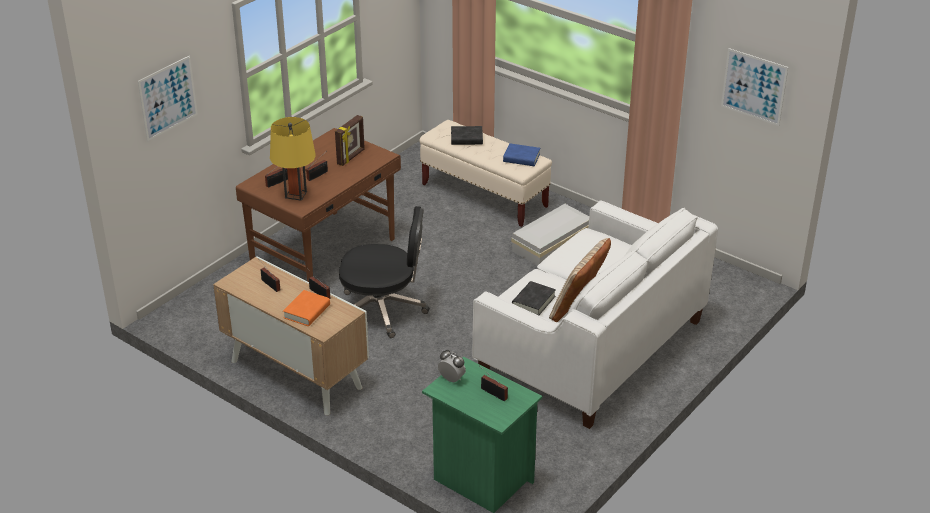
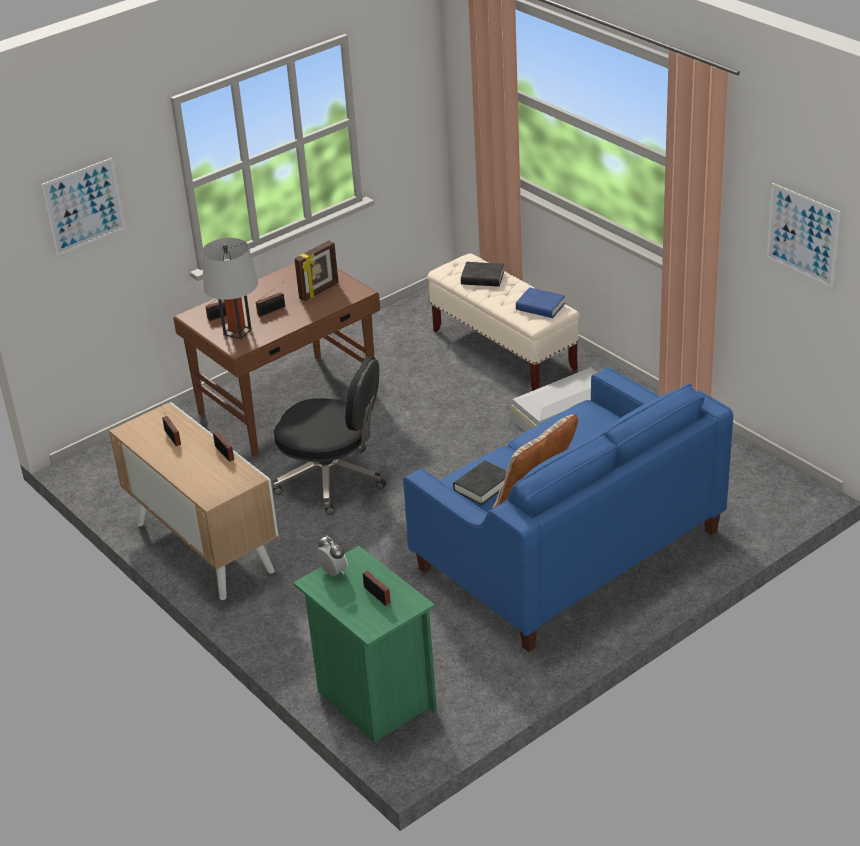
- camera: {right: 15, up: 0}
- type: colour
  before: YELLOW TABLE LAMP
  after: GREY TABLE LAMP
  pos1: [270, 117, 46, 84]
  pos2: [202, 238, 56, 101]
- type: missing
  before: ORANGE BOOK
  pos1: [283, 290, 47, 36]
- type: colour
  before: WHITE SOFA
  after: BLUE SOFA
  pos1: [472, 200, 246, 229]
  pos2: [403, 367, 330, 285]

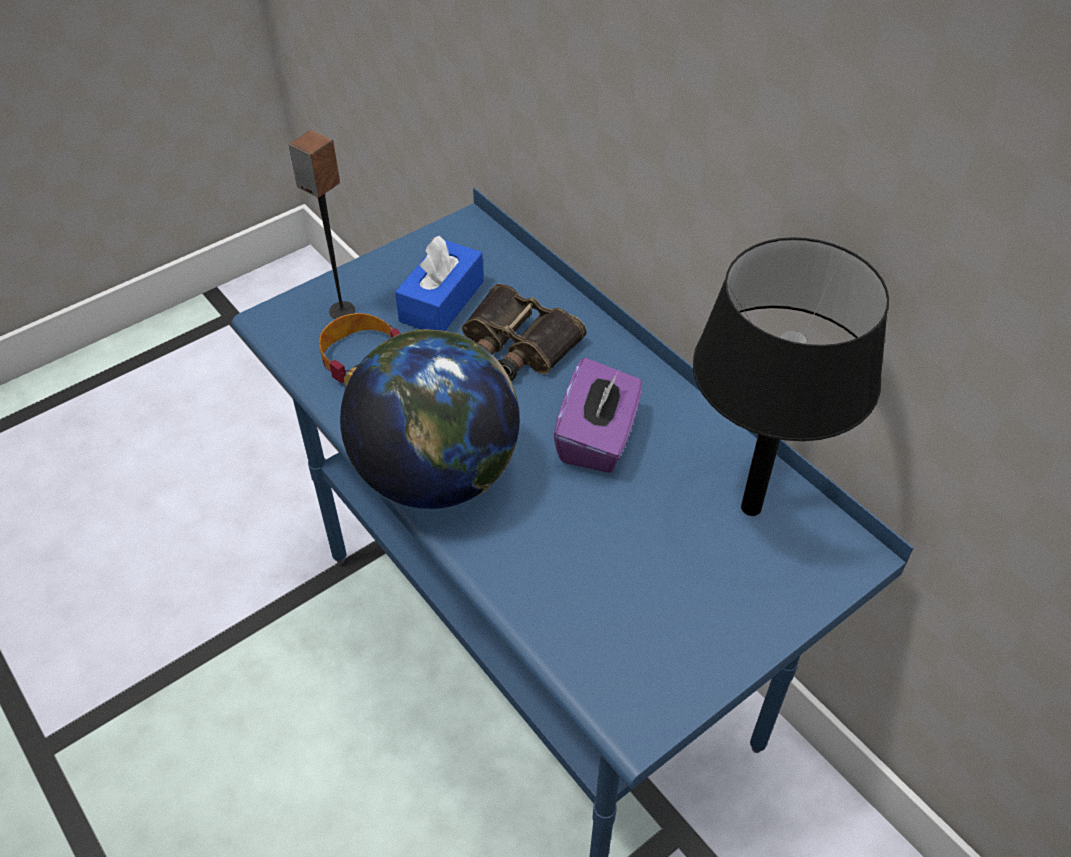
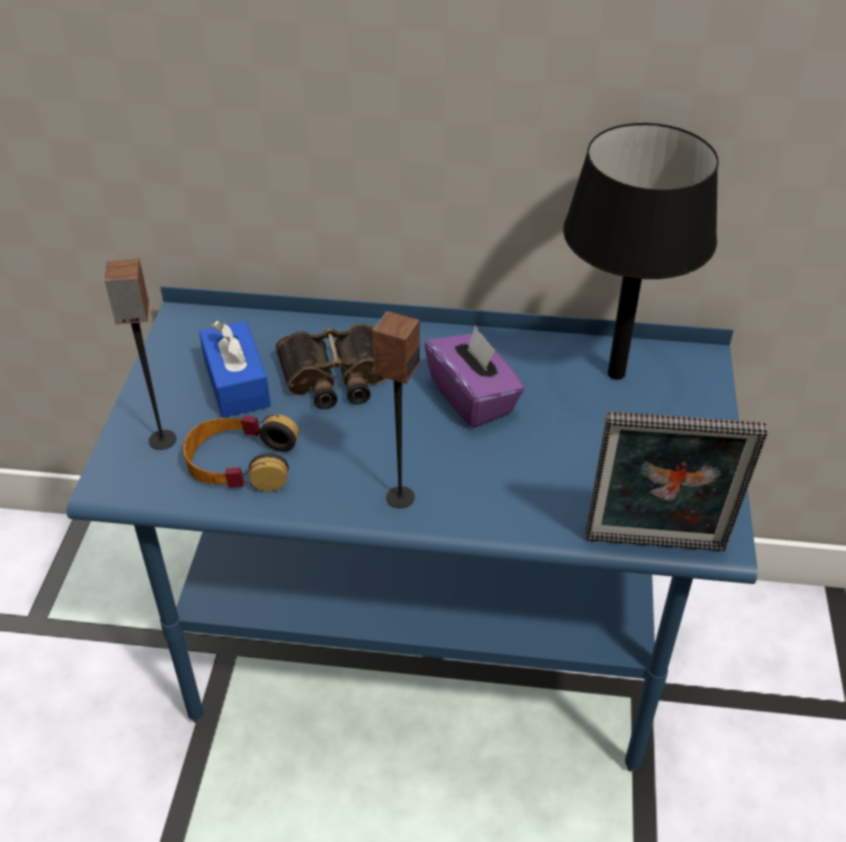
- camera: {right: -45, up: -5}
- type: exchanged
  before: GLOBE
  after: SPEAKER
  pos1: [340, 329, 180, 180]
  pos2: [372, 311, 48, 197]
- type: appeared
  after: PICTURE FRAME
  pos2: [585, 412, 183, 139]

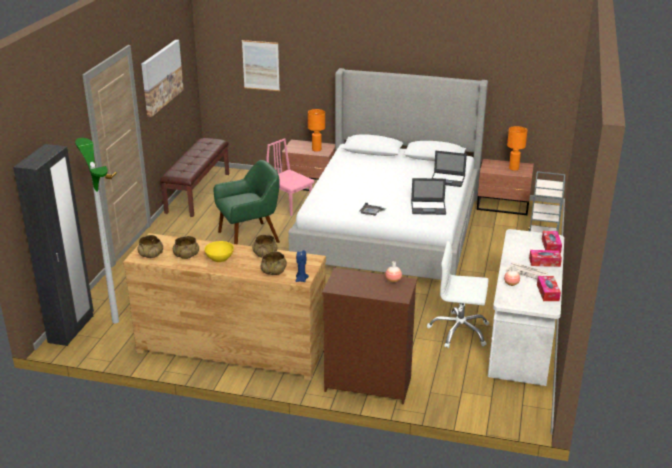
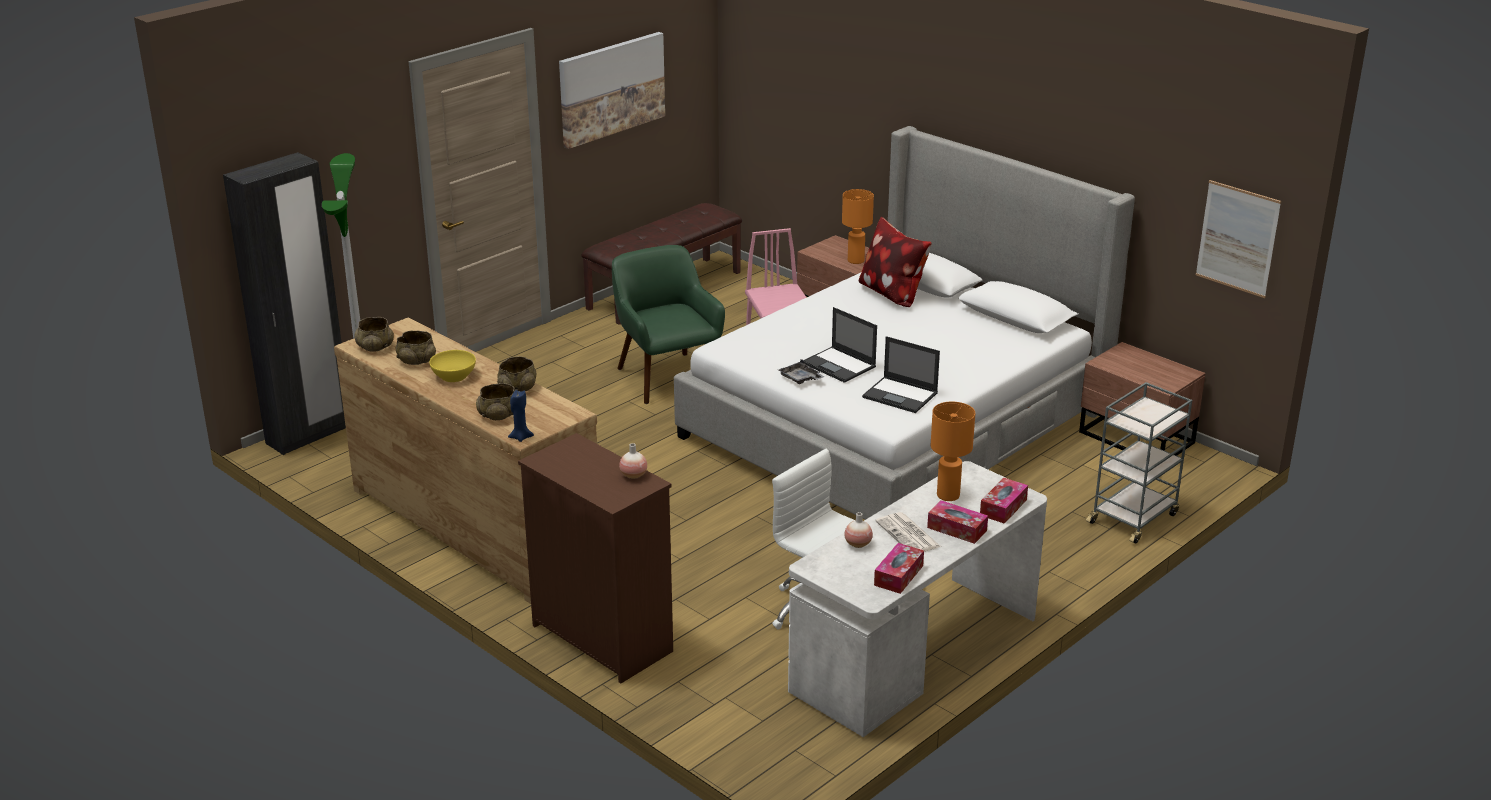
- camera: {right: 30, up: 0}
- type: spun
  before: GREEN ARMCHAIR
  pos1: [213, 160, 67, 85]
  pos2: [612, 245, 113, 159]
  turn: -120
- type: relocated
  before: PICTURE
  pos1: [242, 40, 38, 51]
  pos2: [1196, 180, 85, 118]
- type: relocated
  before: LAPTOP
  pos1: [432, 150, 35, 37]
  pos2: [804, 307, 73, 76]
- type: relocated
  before: ORANGE TABLE LAMP
  pos1: [507, 126, 21, 45]
  pos2: [931, 401, 44, 100]
- type: appeared
  after: PILLOW
  pos2: [859, 217, 72, 90]

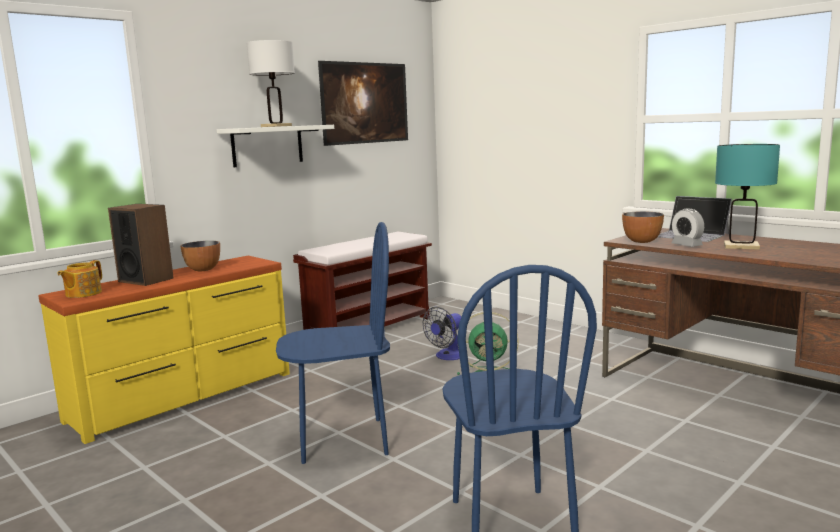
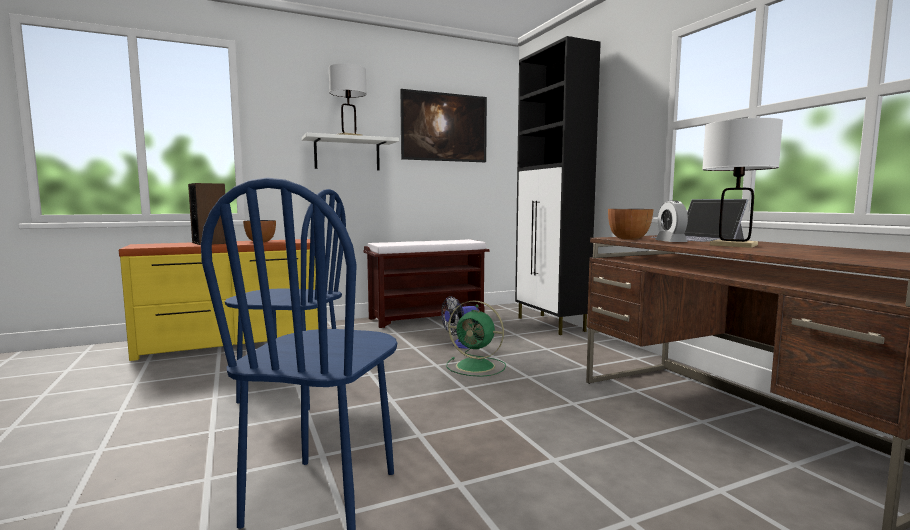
- camera: {right: 20, up: -5}
- type: missing
  before: TEAPOT
  pos1: [58, 260, 44, 38]
- type: colour
  before: TURQUOISE TABLE LAMP
  after: WHITE TABLE LAMP
  pos1: [715, 144, 65, 106]
  pos2: [702, 118, 81, 130]
- type: appeared
  after: BLACK CABINET
  pos2: [515, 36, 86, 299]

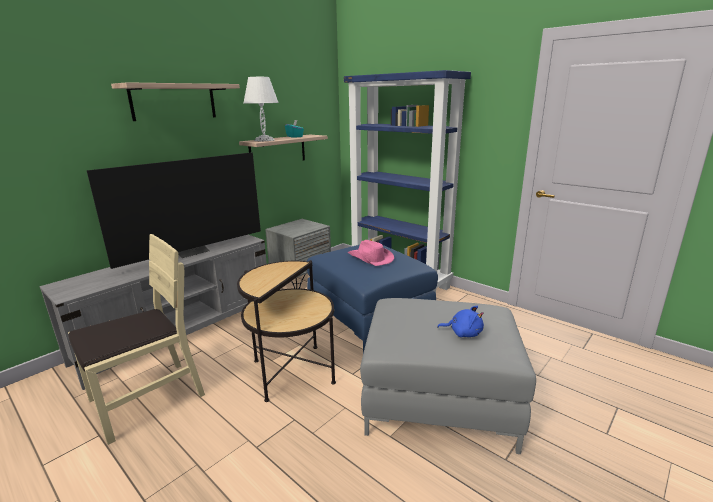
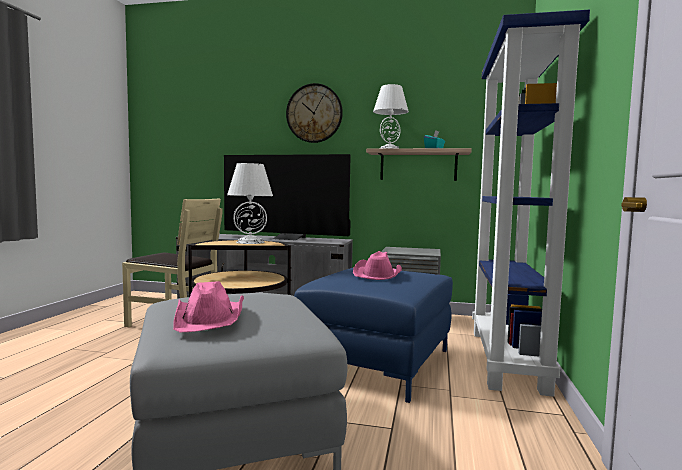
- camera: {right: 60, up: -15}
- type: exchanged
  before: SHELF
  after: WALL CLOCK
  pos1: [111, 82, 129, 39]
  pos2: [286, 83, 57, 60]
- type: exchanged
  before: BLUE PLUSH TOY
  after: PINK HAT
  pos1: [437, 306, 47, 31]
  pos2: [173, 281, 71, 51]
- type: appeared
  after: WHITE TABLE LAMP
  pos2: [227, 163, 46, 81]

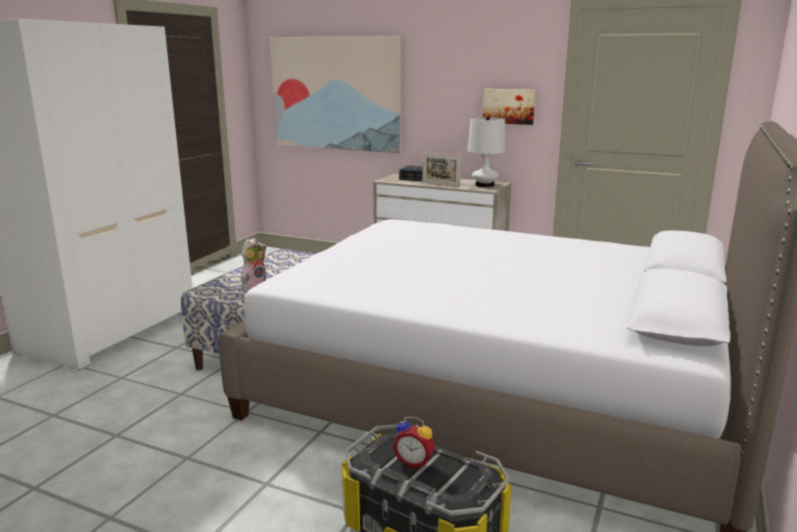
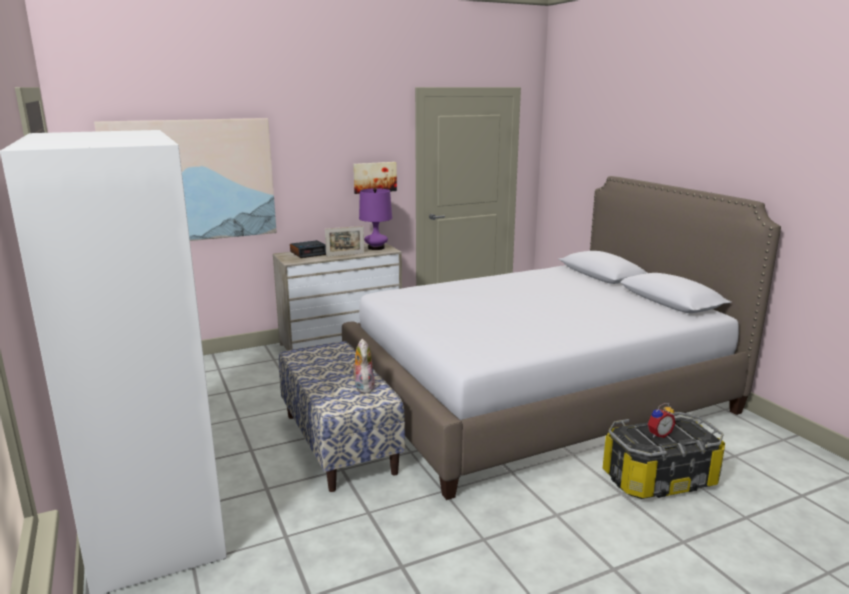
- camera: {right: -50, up: 0}
- type: colour
  before: WHITE TABLE LAMP
  after: PURPLE TABLE LAMP
  pos1: [468, 116, 37, 71]
  pos2: [359, 188, 33, 62]

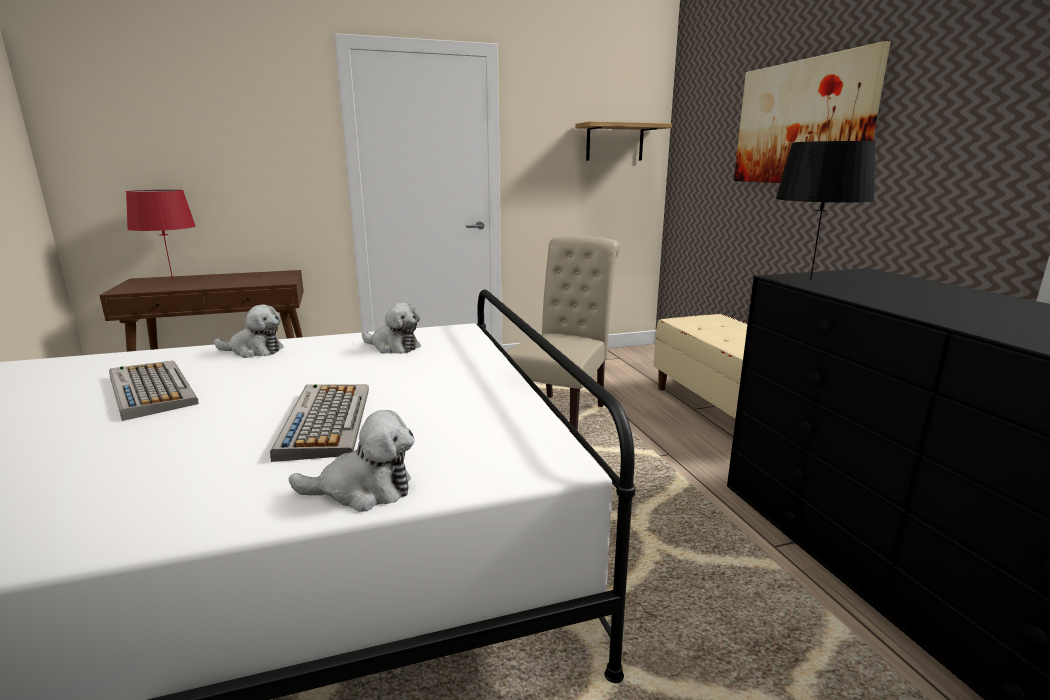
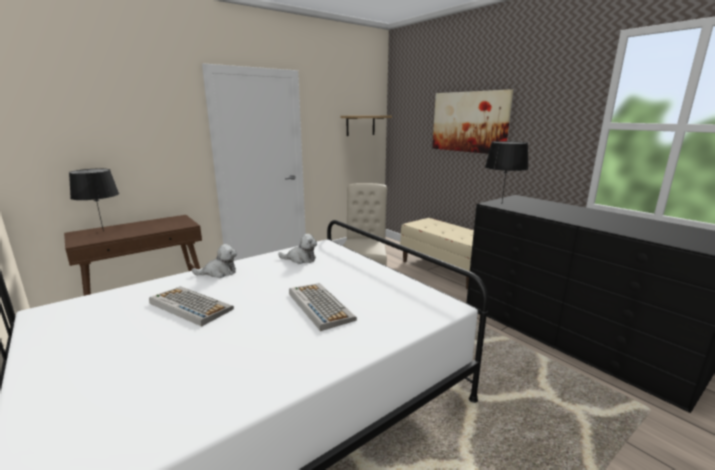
- camera: {right: -20, up: 0}
- type: colour
  before: RED TABLE LAMP
  after: BLACK TABLE LAMP
  pos1: [126, 190, 70, 90]
  pos2: [69, 168, 50, 63]
- type: missing
  before: PLUSH TOY
  pos1: [289, 410, 125, 102]

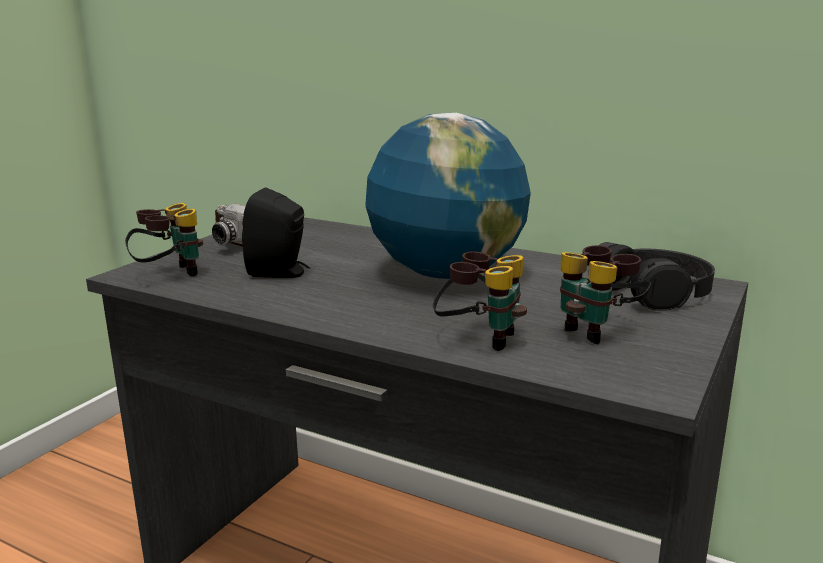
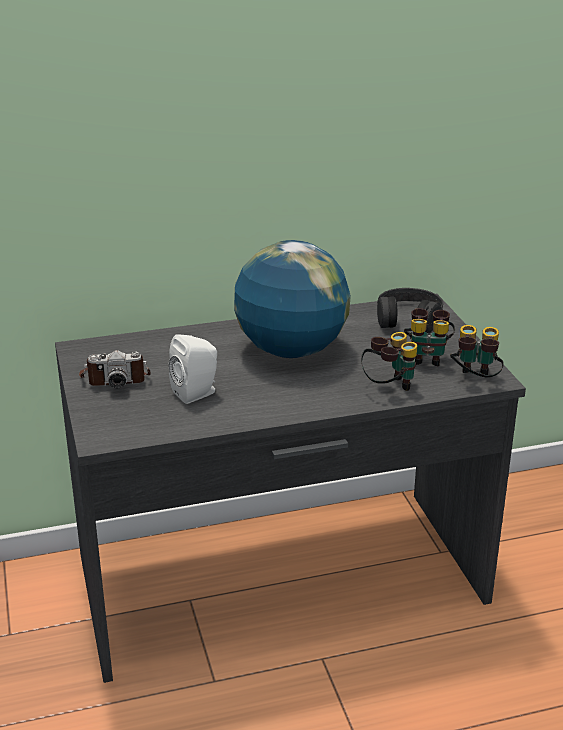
- camera: {right: -45, up: 10}
- type: relocated
  before: BINOCULARS
  pos1: [125, 203, 78, 73]
  pos2: [450, 325, 54, 53]
- type: colour
  before: BLACK SPEAKER
  after: WHITE SPEAKER
  pos1: [242, 187, 68, 91]
  pos2: [169, 334, 48, 70]

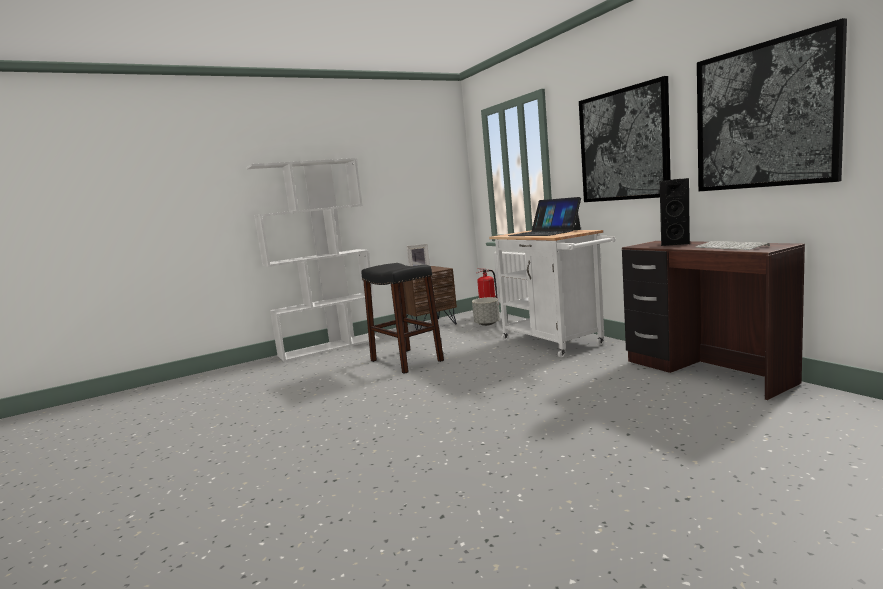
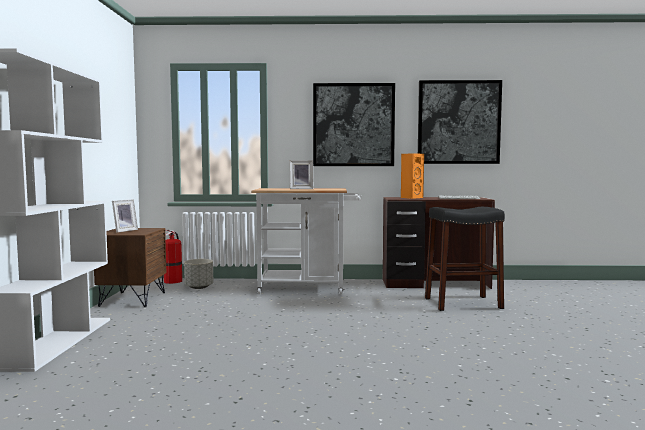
- camera: {right: -60, up: -5}
- type: relocated
  before: BLACK STOOL
  pos1: [362, 263, 82, 111]
  pos2: [425, 207, 80, 104]
- type: exchanged
  before: LAPTOP
  after: PICTURE FRAME
  pos1: [508, 197, 73, 39]
  pos2: [290, 160, 23, 29]
- type: colour
  before: BLACK SPEAKER
  after: ORANGE SPEAKER
  pos1: [660, 178, 30, 68]
  pos2: [401, 153, 23, 46]

